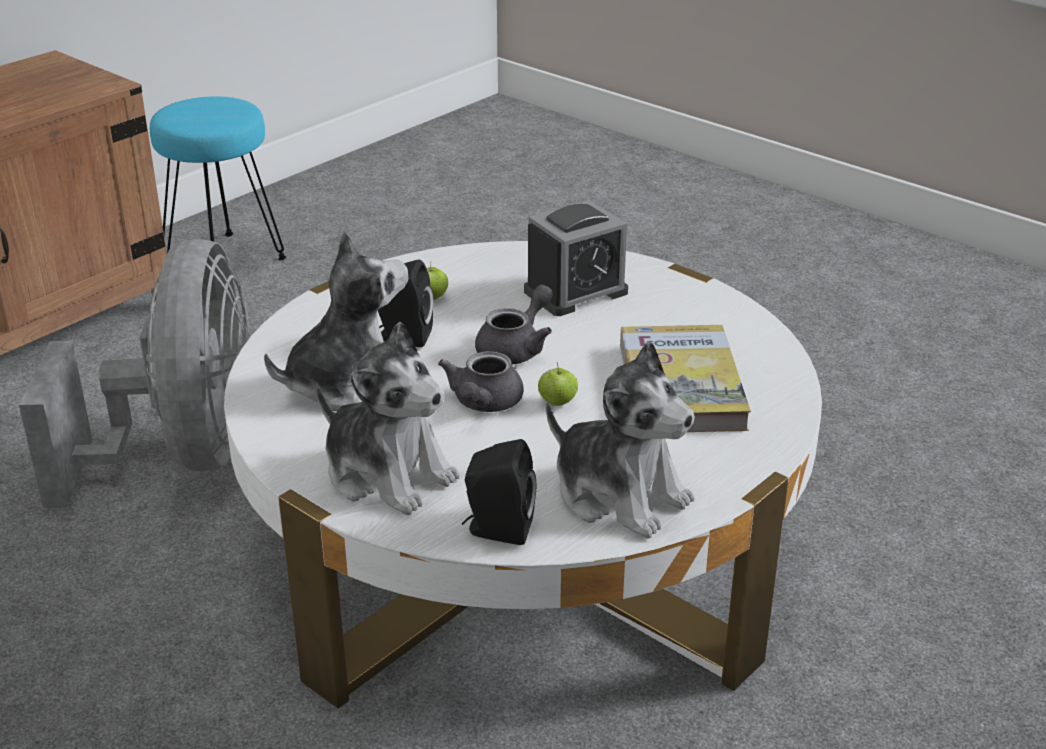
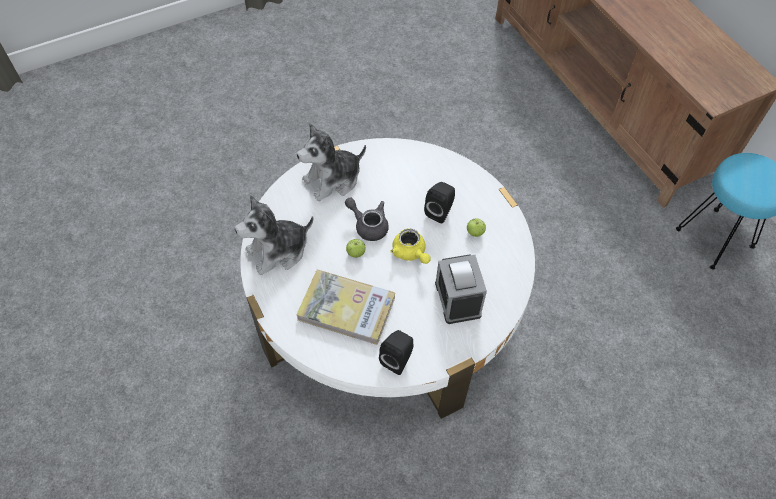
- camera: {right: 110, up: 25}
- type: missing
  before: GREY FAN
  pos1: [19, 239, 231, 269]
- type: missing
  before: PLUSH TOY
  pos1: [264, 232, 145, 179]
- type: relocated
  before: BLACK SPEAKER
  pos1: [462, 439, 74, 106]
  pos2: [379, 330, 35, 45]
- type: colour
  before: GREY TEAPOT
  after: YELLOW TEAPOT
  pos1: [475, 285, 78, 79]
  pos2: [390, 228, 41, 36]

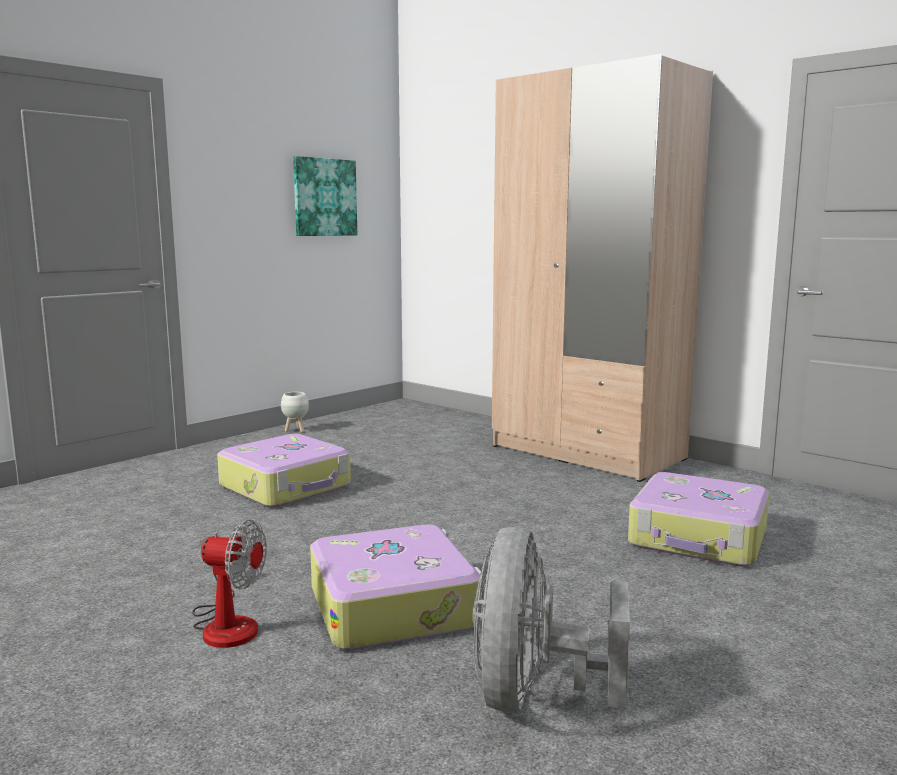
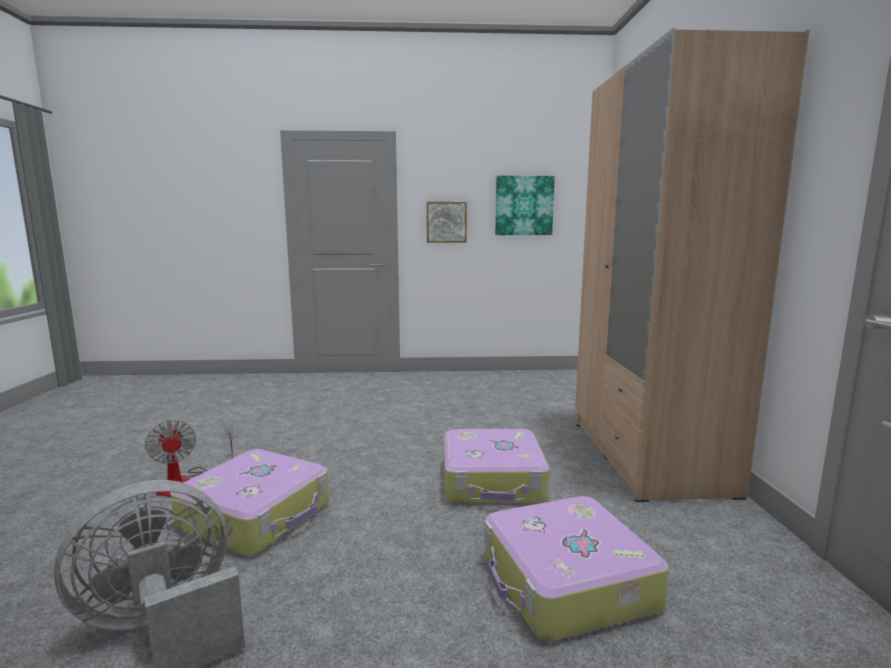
- camera: {right: 45, up: 0}
- type: relocated
  before: SUITCASE
  pos1: [217, 434, 134, 74]
  pos2: [444, 429, 106, 75]
- type: missing
  before: WHITE PLANTER
  pos1: [281, 392, 28, 40]
- type: appeared
  after: PICTURE
  pos2: [427, 202, 40, 41]

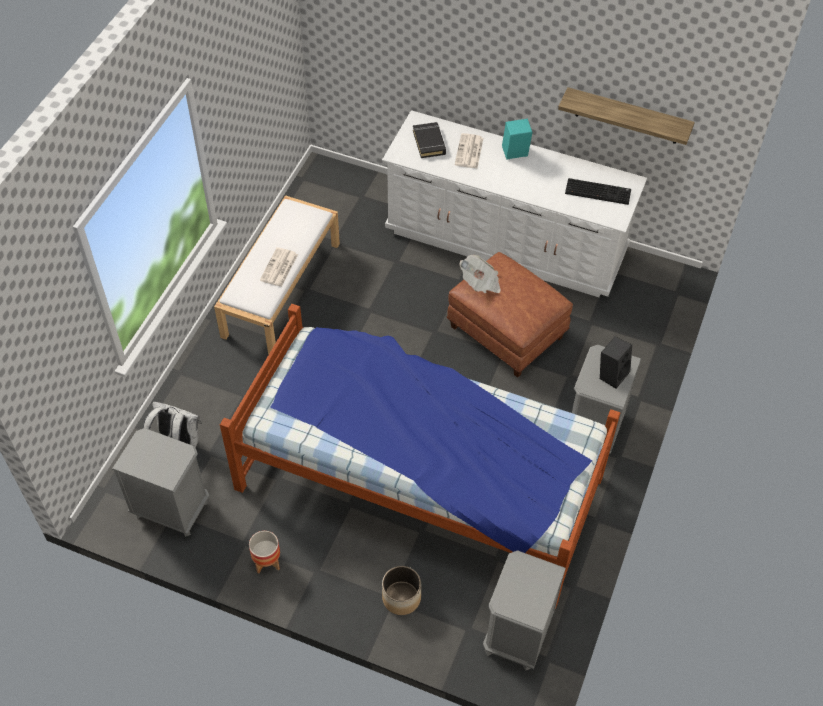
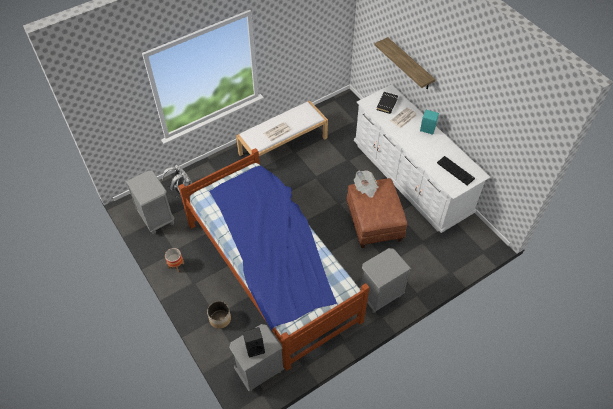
- camera: {right: 35, up: 0}
- type: relocated
  before: SHELF
  pos1: [558, 87, 137, 58]
  pos2: [375, 37, 61, 53]
- type: relocated
  before: BLACK SPEAKER
  pos1: [600, 336, 32, 53]
  pos2: [243, 327, 22, 31]

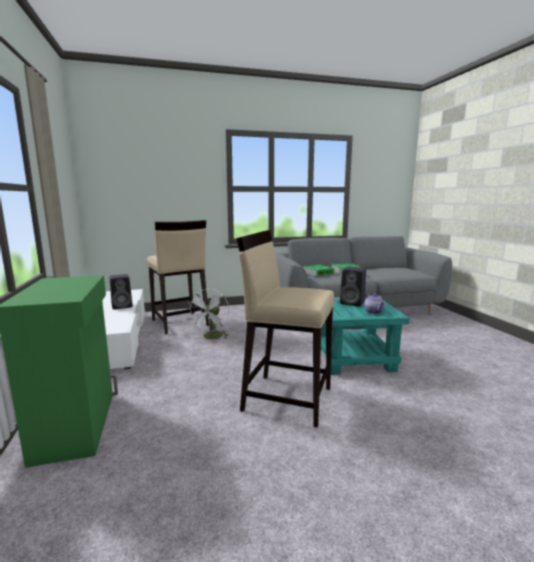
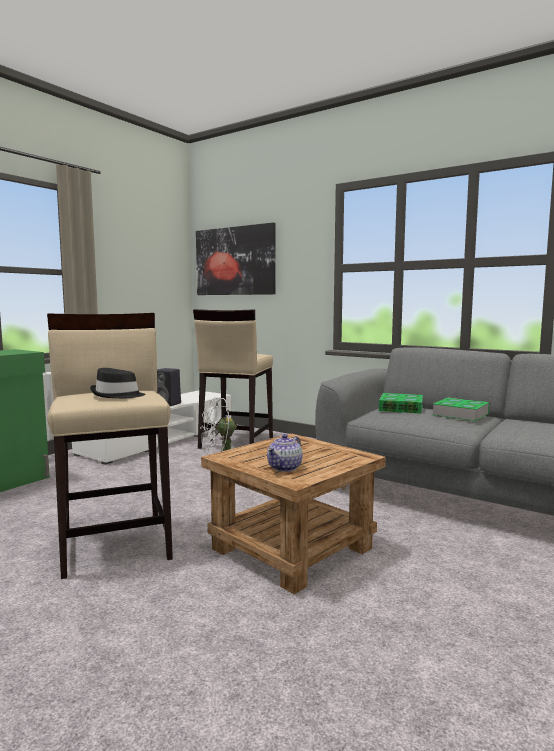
- camera: {right: 50, up: -5}
- type: colour
  before: TURQUOISE SIDE TABLE
  after: BROWN SIDE TABLE
  pos1: [321, 296, 89, 79]
  pos2: [201, 433, 185, 161]
- type: missing
  before: BLACK SPEAKER
  pos1: [340, 267, 26, 39]
- type: appeared
  after: BLACK HAT
  pos2: [90, 368, 56, 30]
- type: appeared
  after: PICTURE
  pos2: [196, 223, 80, 72]

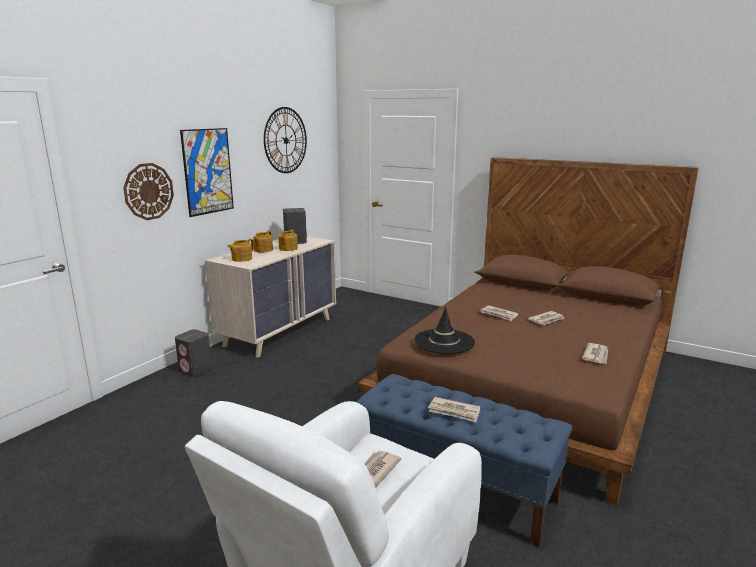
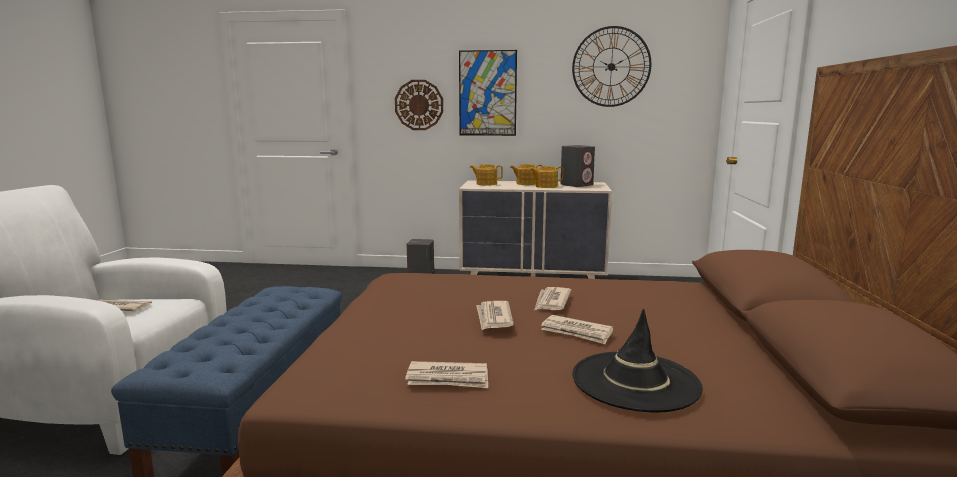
- camera: {right: 65, up: -5}
- type: relocated
  before: BLACK HAT
  pos1: [414, 307, 61, 47]
  pos2: [572, 309, 131, 104]
- type: relocated
  before: NEWSPAPER
  pos1: [428, 397, 52, 25]
  pos2: [476, 301, 38, 29]

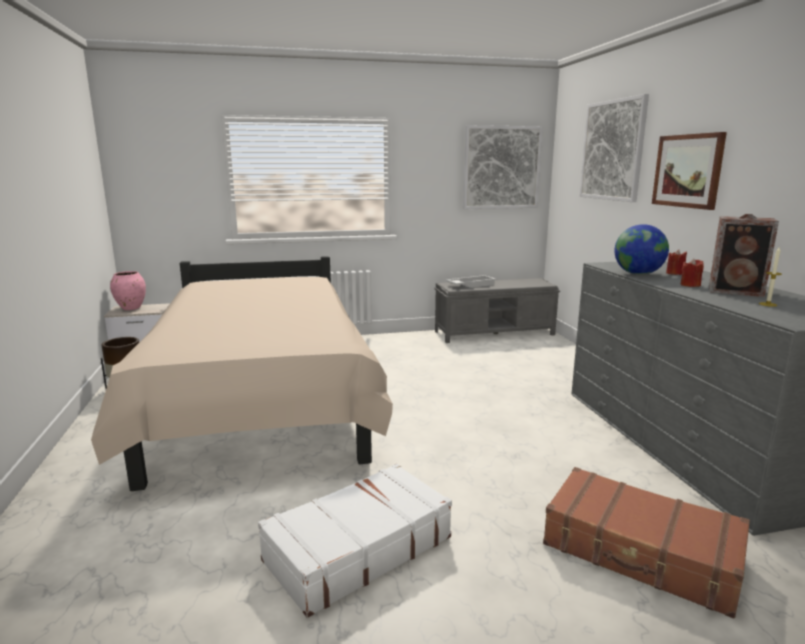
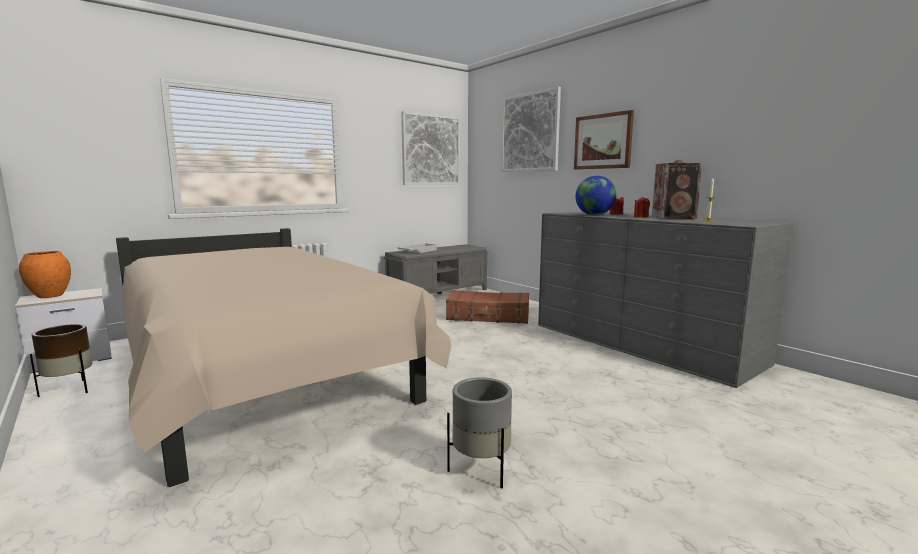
- camera: {right: -25, up: -5}
- type: colour
  before: PINK VASE
  after: ORANGE VASE
  pos1: [110, 271, 36, 39]
  pos2: [19, 251, 52, 47]
- type: exchanged
  before: WHITE SUITCASE
  after: GREY PLANTER
  pos1: [258, 464, 194, 154]
  pos2: [447, 377, 65, 112]
- type: relocated
  before: BROWN SUITCASE
  pos1: [543, 467, 207, 152]
  pos2: [446, 290, 83, 34]

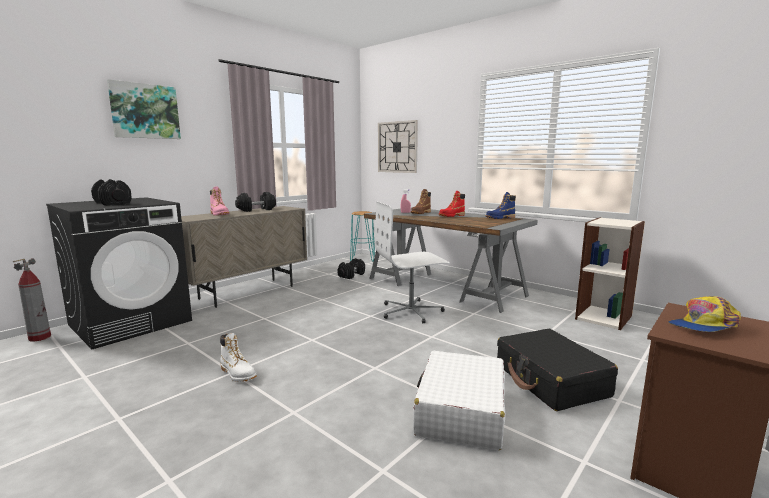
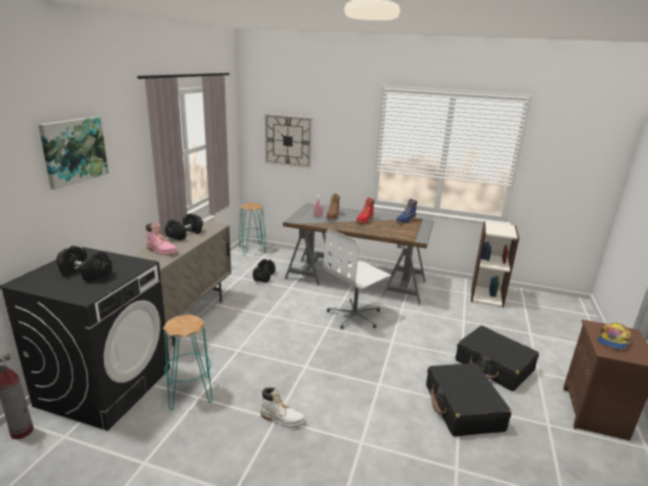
- camera: {right: -25, up: 10}
- type: colour
  before: WHITE SUITCASE
  after: BLACK SUITCASE
  pos1: [413, 351, 93, 99]
  pos2: [426, 363, 85, 74]
- type: appeared
  after: TURQUOISE STOOL
  pos2: [163, 315, 49, 95]

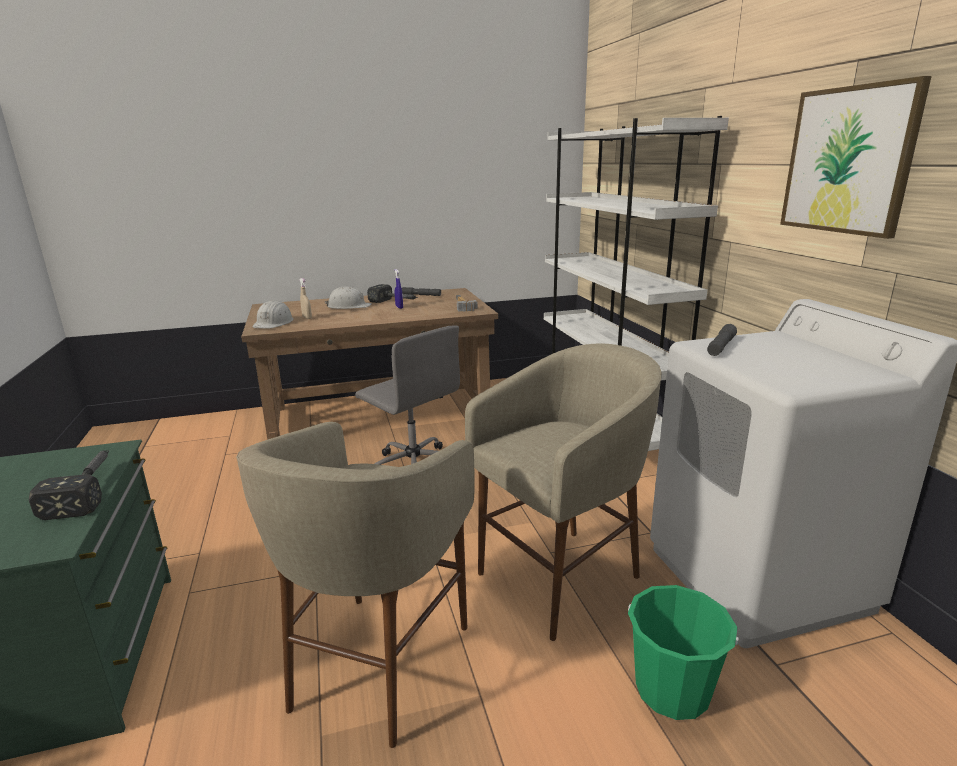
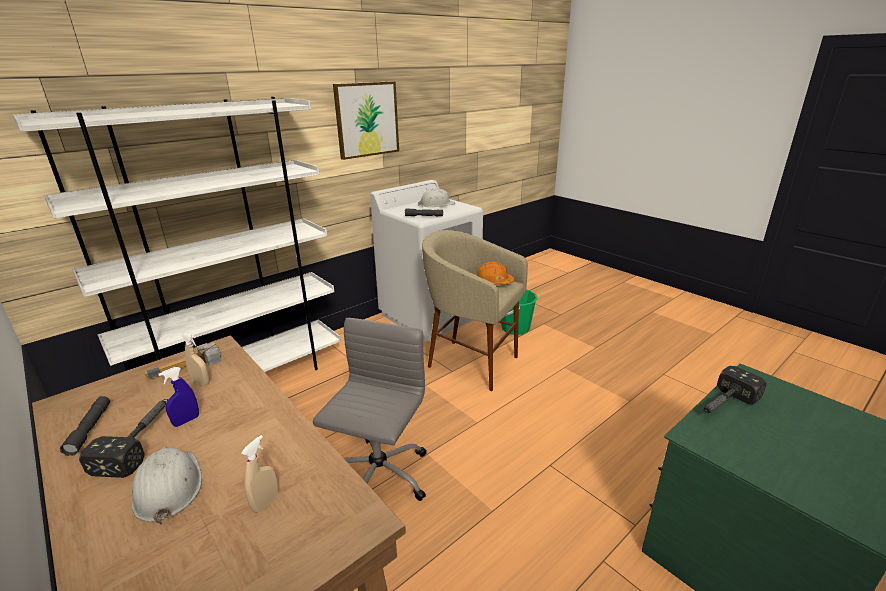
- camera: {right: -115, up: 5}
- type: missing
  before: BEIGE STOOL
  pos1: [236, 422, 239, 326]
- type: relocated
  before: WHITE HARD HAT
  pos1: [253, 300, 41, 29]
  pos2: [418, 188, 38, 19]
- type: appeared
  after: BEIGE SPRAY BOTTLE
  pos2: [181, 333, 29, 52]
- type: appeared
  after: ORANGE HARD HAT
  pos2: [476, 261, 38, 24]

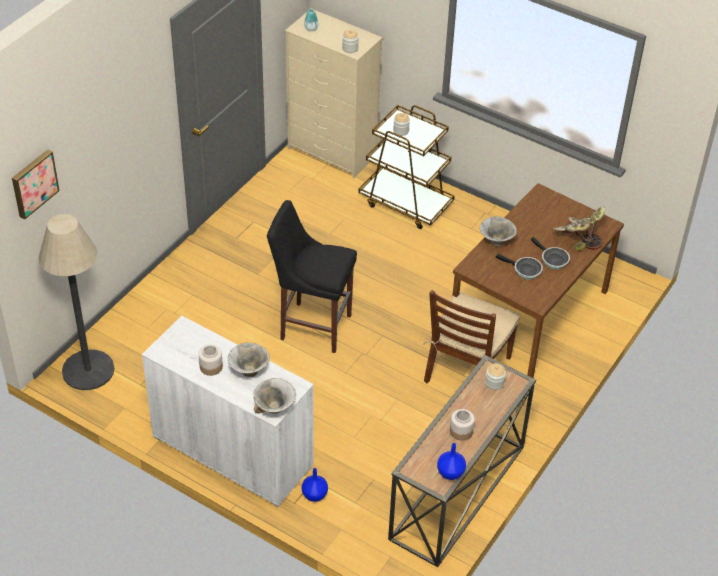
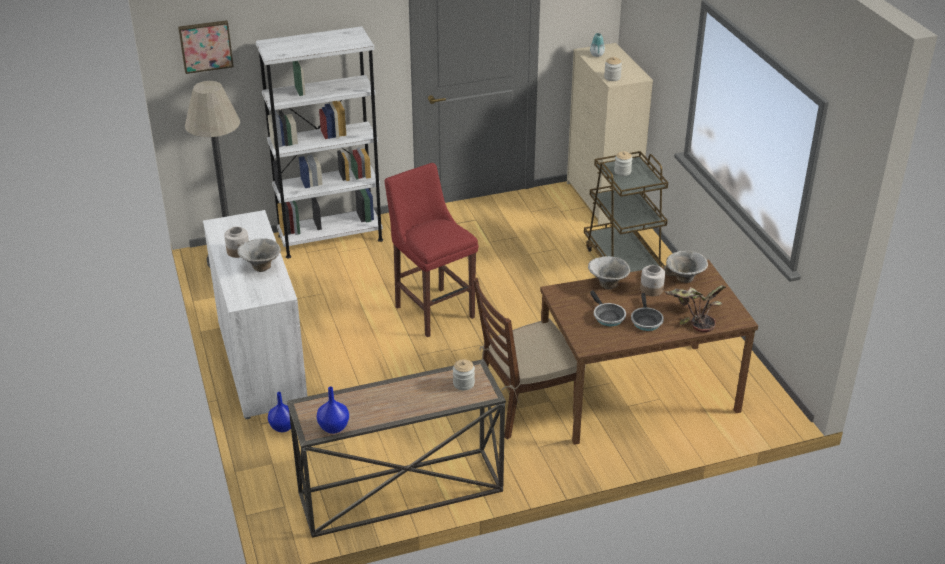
- camera: {right: 40, up: -10}
- type: relocated
  before: BOWL
  pos1: [254, 378, 42, 36]
  pos2: [664, 251, 44, 32]
- type: colour
  before: BLACK STOOL
  after: RED STOOL
  pos1: [267, 200, 90, 153]
  pos2: [385, 163, 94, 174]
- type: relocated
  before: JAR
  pos1: [450, 409, 25, 32]
  pos2: [640, 265, 25, 31]
- type: appeared
  after: WHITE BOOKCASE
  pos2: [256, 26, 127, 233]

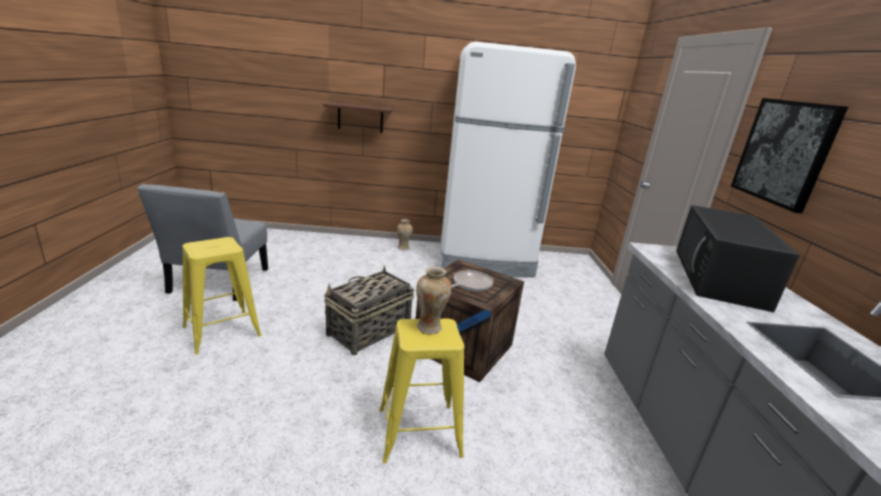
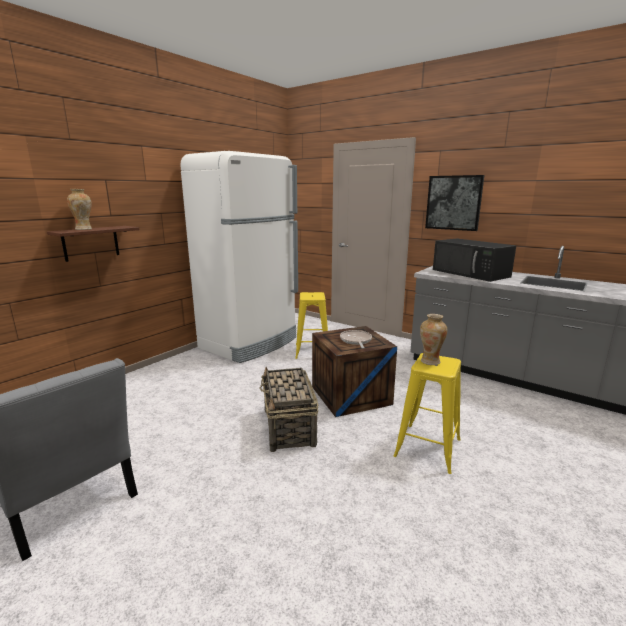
- camera: {right: -50, up: -5}
- type: relocated
  before: YELLOW STOOL
  pos1: [182, 237, 80, 117]
  pos2: [295, 292, 33, 67]
- type: relocated
  before: VASE
  pos1: [397, 219, 16, 31]
  pos2: [67, 189, 25, 41]

